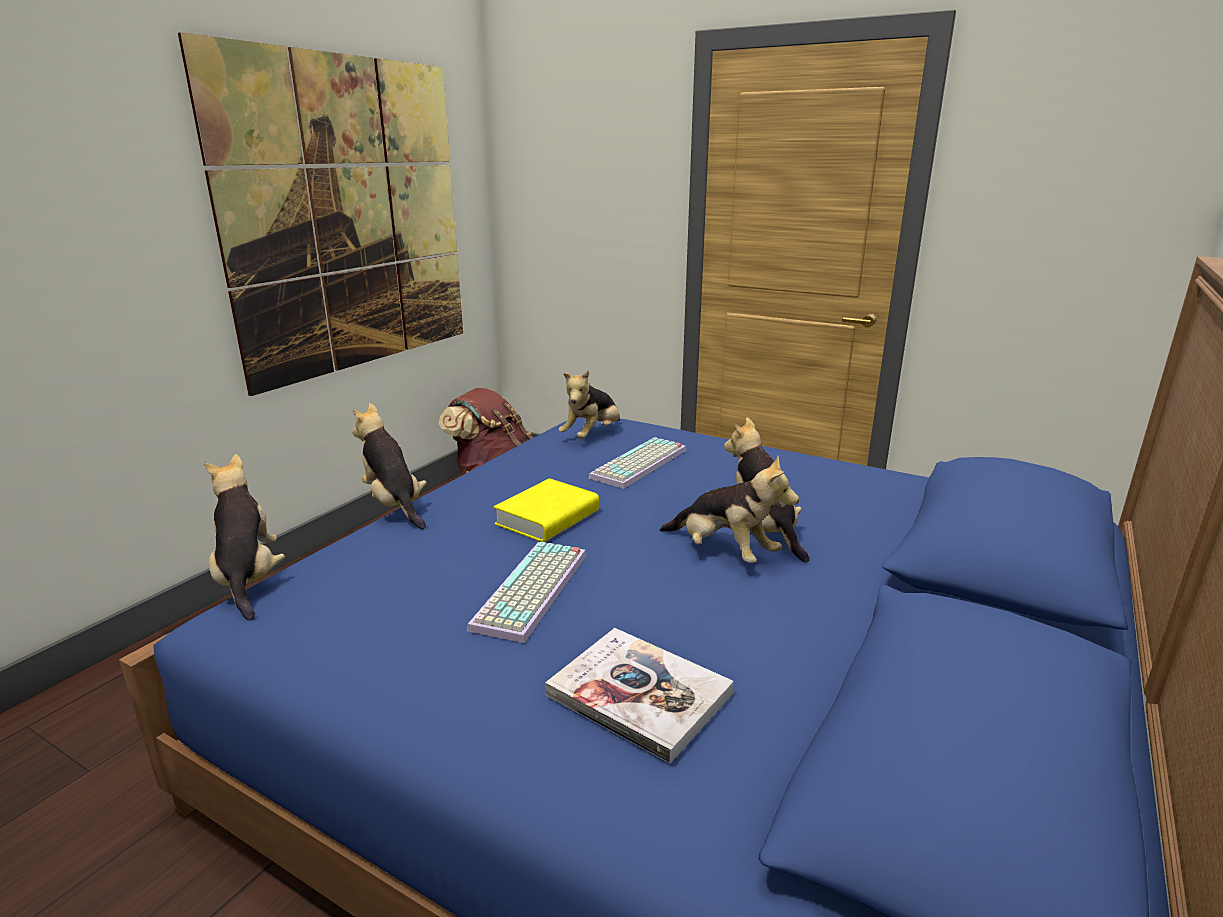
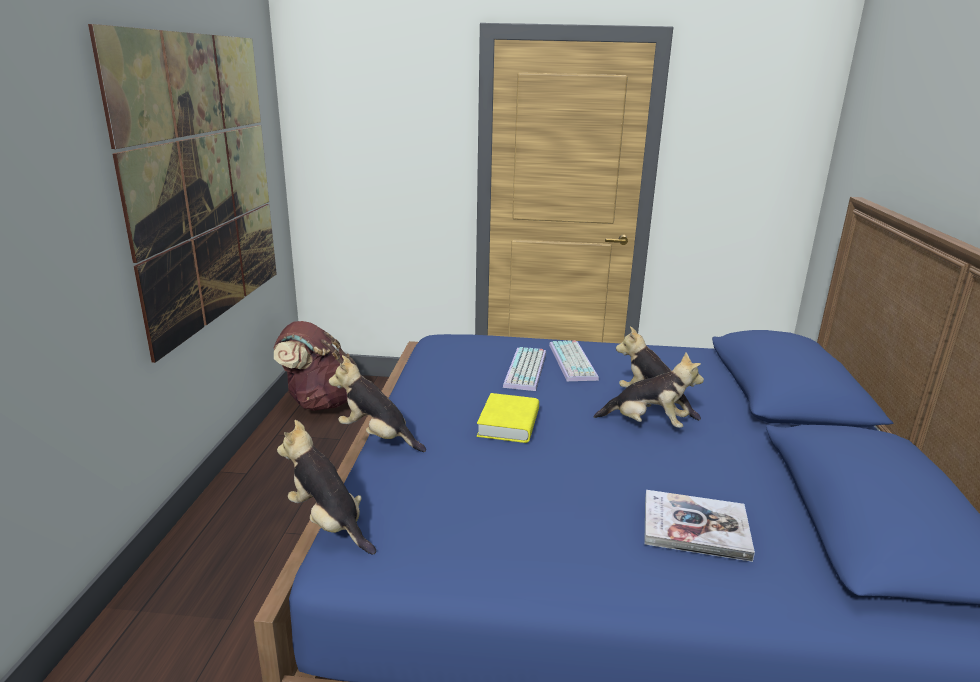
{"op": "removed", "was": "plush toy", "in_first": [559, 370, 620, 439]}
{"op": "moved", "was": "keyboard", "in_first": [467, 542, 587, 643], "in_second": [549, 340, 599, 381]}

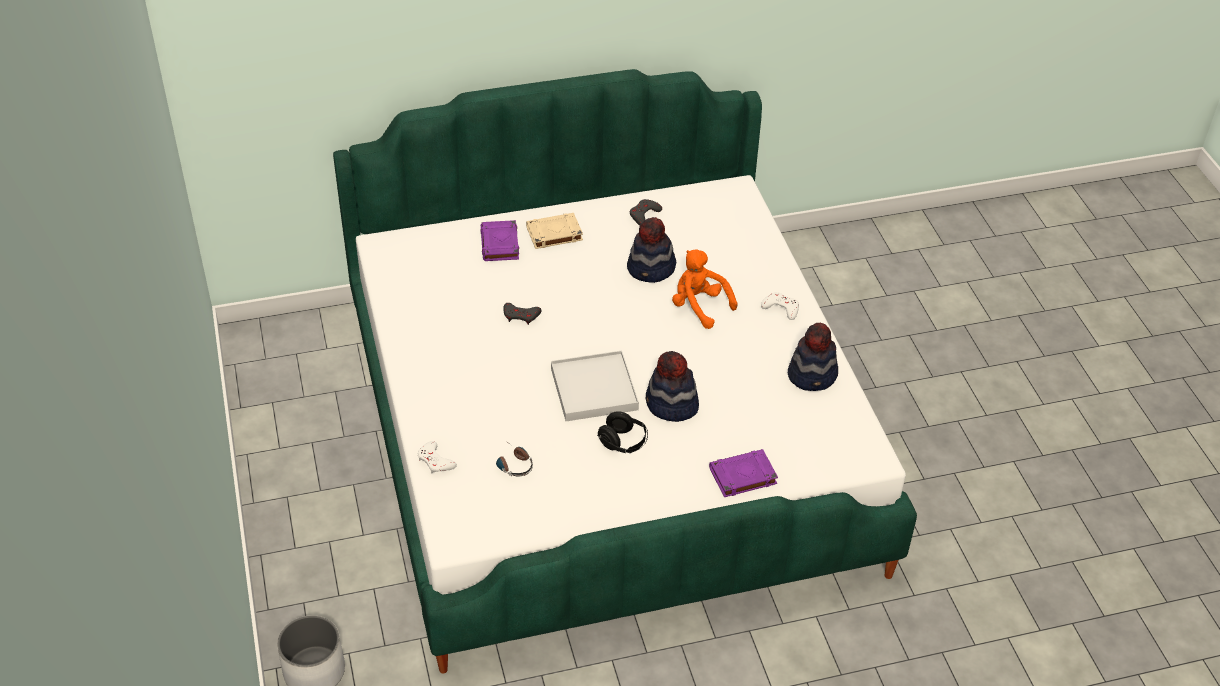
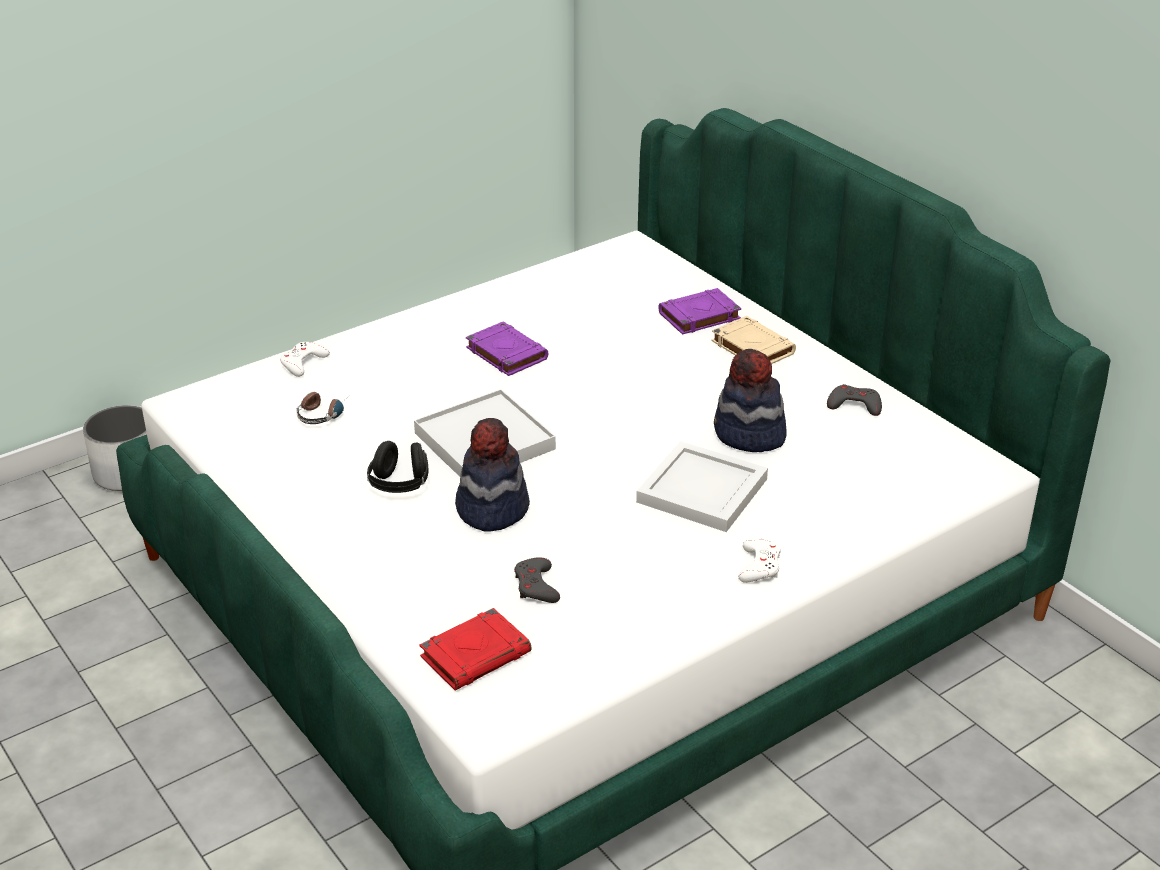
{"op": "replaced", "was": "plush toy (orange)", "now": "tray (white)", "in_first": [672, 249, 738, 329], "in_second": [636, 441, 768, 532]}
{"op": "moved", "was": "game controller (grey)", "in_first": [503, 303, 542, 325], "in_second": [514, 557, 560, 603]}
{"op": "removed", "was": "hat", "in_first": [788, 322, 838, 391]}
{"op": "moved", "was": "book (purple)", "in_first": [709, 449, 778, 497], "in_second": [466, 322, 549, 376]}
{"op": "added", "now": "book (red)", "in_second": [420, 608, 531, 691]}

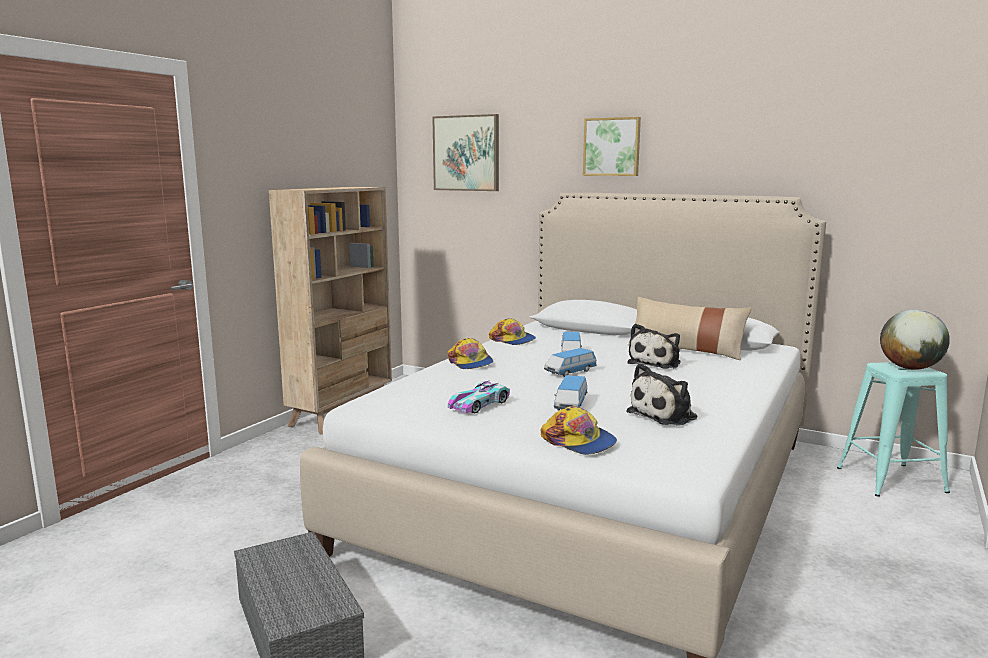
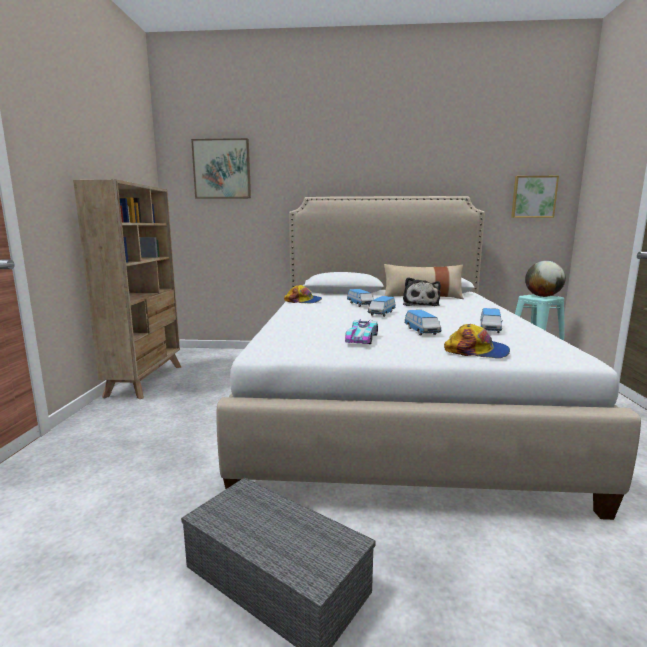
{"op": "moved", "was": "picture", "in_first": [583, 117, 641, 176], "in_second": [511, 176, 559, 218]}
{"op": "removed", "was": "cap", "in_first": [448, 338, 493, 369]}
{"op": "replaced", "was": "plush toy", "now": "toy car", "in_first": [626, 363, 698, 426], "in_second": [480, 308, 503, 333]}

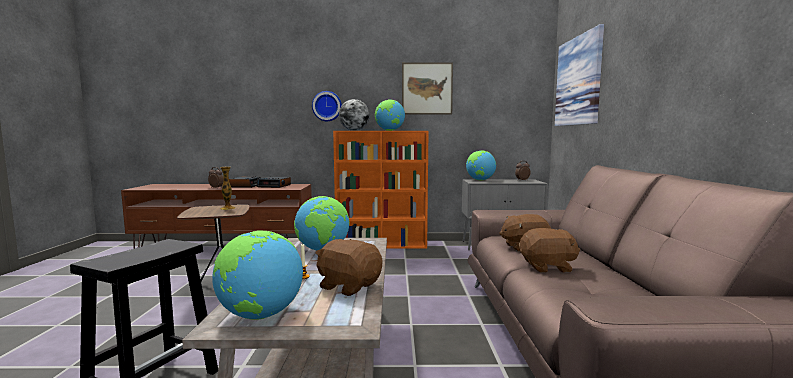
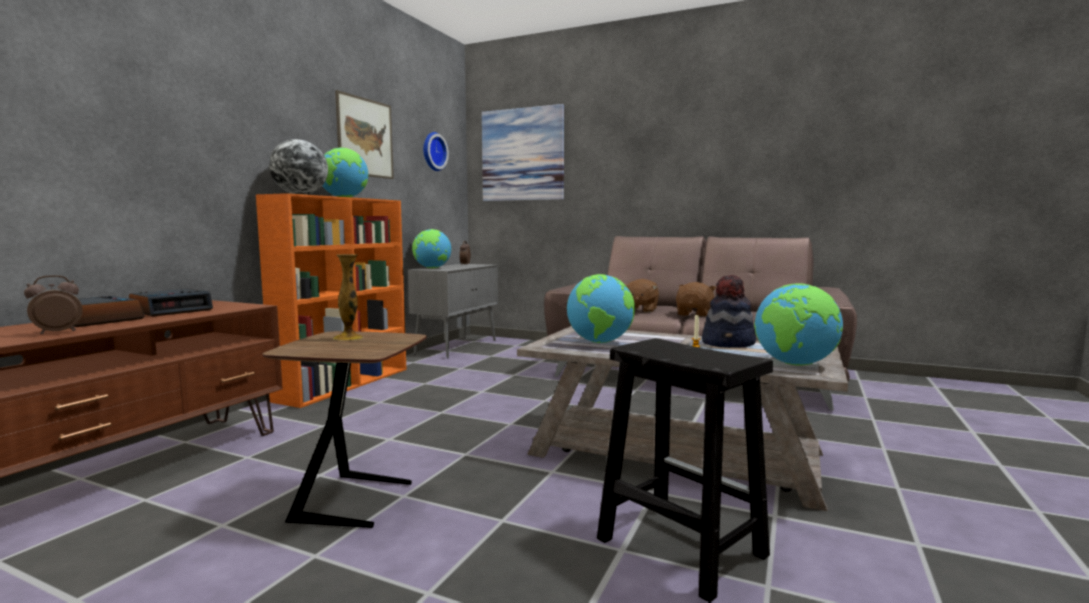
{"op": "moved", "was": "wall clock", "in_first": [312, 91, 342, 121], "in_second": [423, 132, 449, 171]}
{"op": "replaced", "was": "plush toy (brown)", "now": "hat", "in_first": [315, 239, 382, 296], "in_second": [702, 275, 756, 348]}

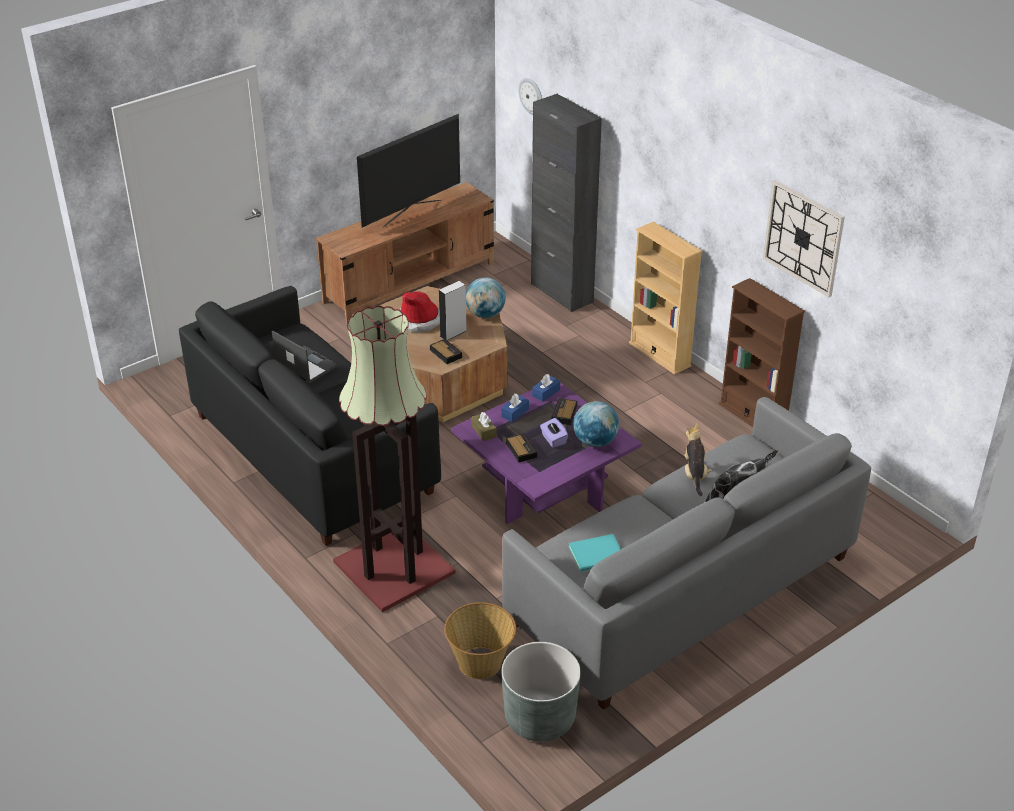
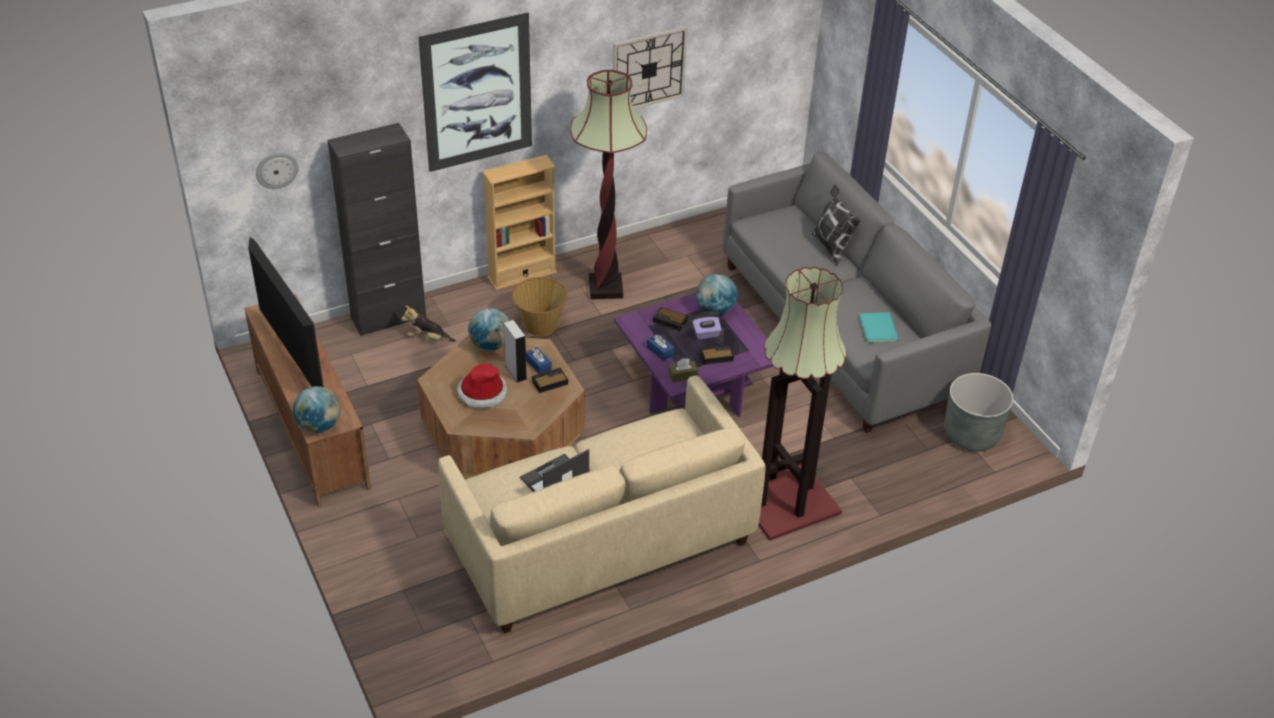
{"op": "removed", "was": "bookcase (brown)", "in_first": [719, 278, 805, 427]}
{"op": "recoloured", "was": "sofa (black)", "now": "sofa (beige)", "in_first": [179, 286, 441, 546], "in_second": [438, 376, 766, 634]}
{"op": "moved", "was": "tissue box (blue)", "in_first": [532, 374, 560, 402], "in_second": [526, 347, 552, 374]}
{"op": "moved", "was": "plush toy", "in_first": [685, 423, 712, 496], "in_second": [401, 306, 456, 342]}
{"op": "moved", "was": "basket", "in_first": [444, 602, 516, 679], "in_second": [512, 277, 568, 336]}
{"op": "added", "now": "picture", "in_second": [418, 12, 532, 172]}
{"op": "added", "now": "floor lamp", "in_second": [570, 70, 647, 299]}
{"op": "added", "now": "globe", "in_second": [293, 386, 340, 433]}

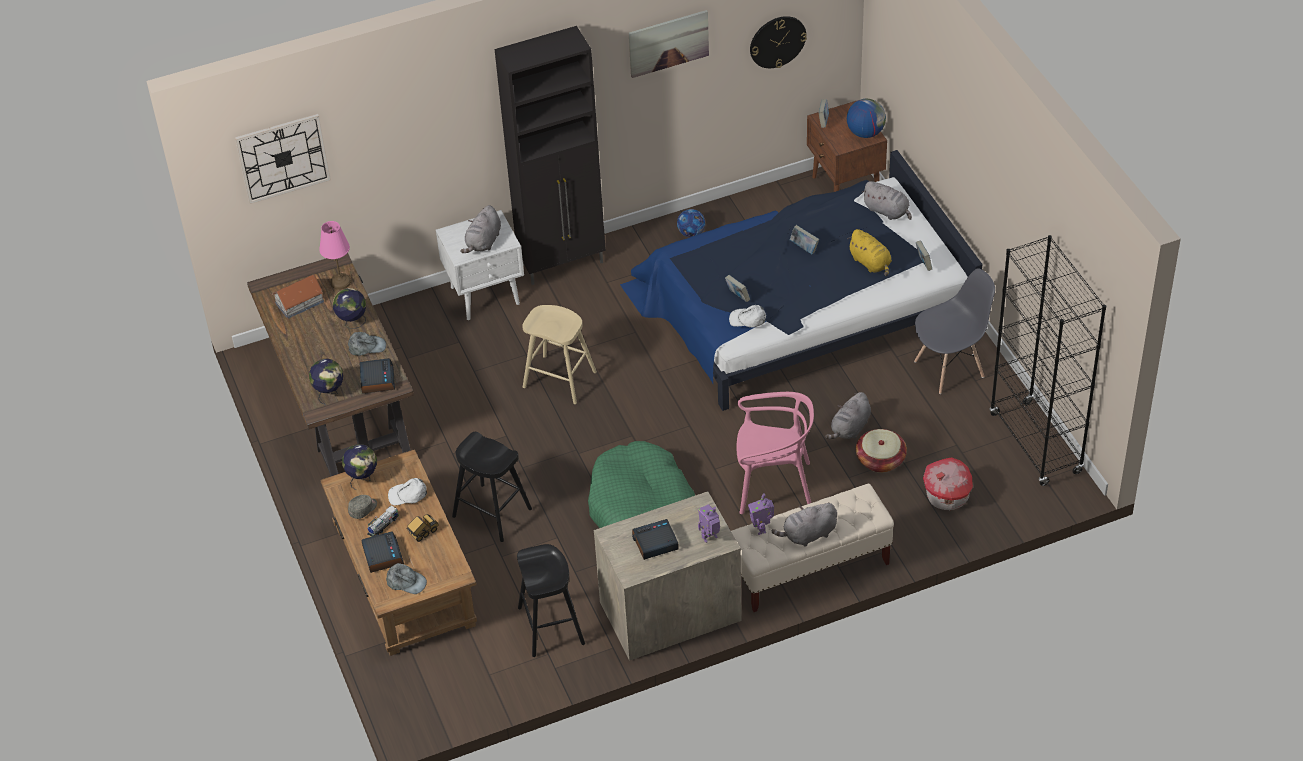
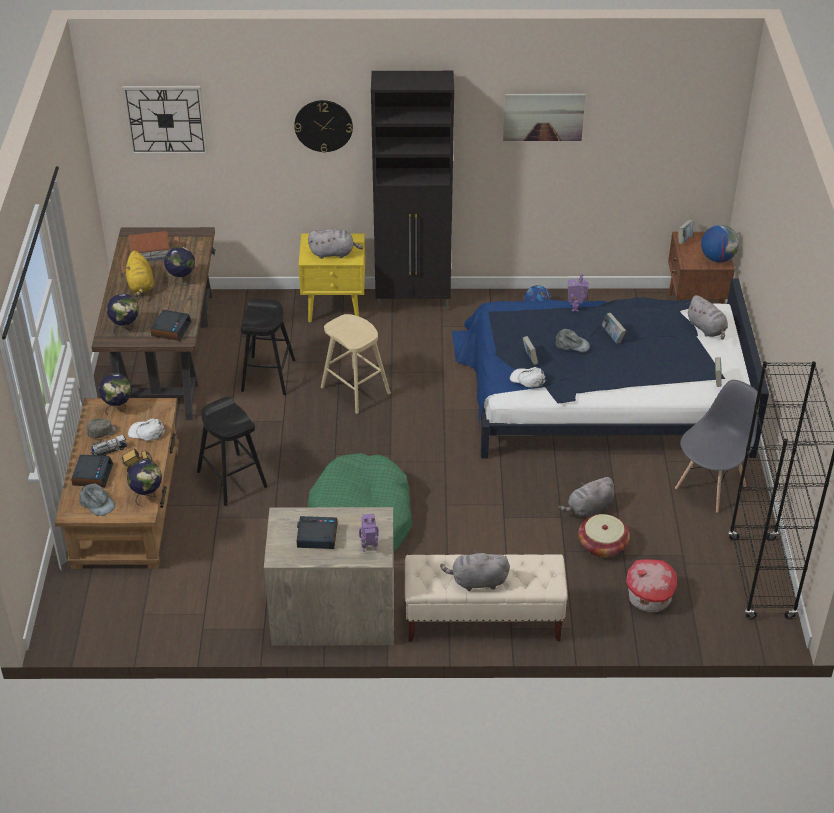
{"op": "moved", "was": "wall clock", "in_first": [750, 16, 807, 68], "in_second": [294, 100, 353, 153]}
{"op": "turned", "was": "plush toy (grey)", "in_first": [460, 205, 501, 253], "in_second": [308, 229, 363, 259], "clockwise": -135}
{"op": "recoloured", "was": "nightstand (white)", "now": "nightstand (yellow)", "in_first": [436, 210, 524, 320], "in_second": [298, 233, 365, 322]}
{"op": "removed", "was": "table lamp (pink)", "in_first": [319, 221, 351, 290]}
{"op": "moved", "was": "plush toy (yellow)", "in_first": [847, 229, 892, 276], "in_second": [126, 251, 154, 297]}
{"op": "turned", "was": "chair (grey)", "in_first": [914, 268, 995, 394], "in_second": [675, 380, 760, 513], "clockwise": -45}
{"op": "moved", "was": "cap (grey)", "in_first": [348, 332, 386, 356], "in_second": [555, 329, 590, 352]}
{"op": "removed", "was": "chair (pink)", "in_first": [736, 392, 814, 514]}
{"op": "moved", "was": "toy robot", "in_first": [748, 493, 774, 535], "in_second": [568, 273, 588, 312]}
{"op": "moved", "was": "stool (black)", "in_first": [517, 544, 585, 657], "in_second": [240, 299, 296, 395]}
{"op": "added", "now": "globe", "in_second": [127, 460, 162, 507]}

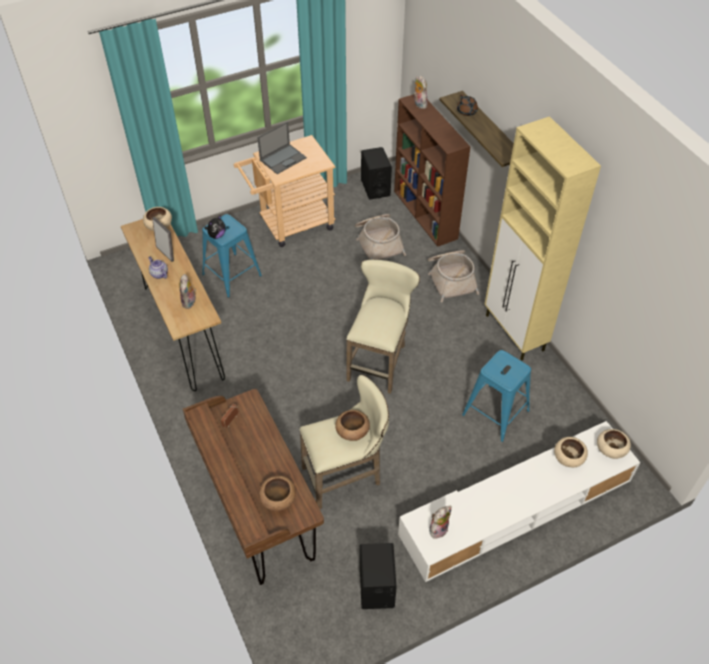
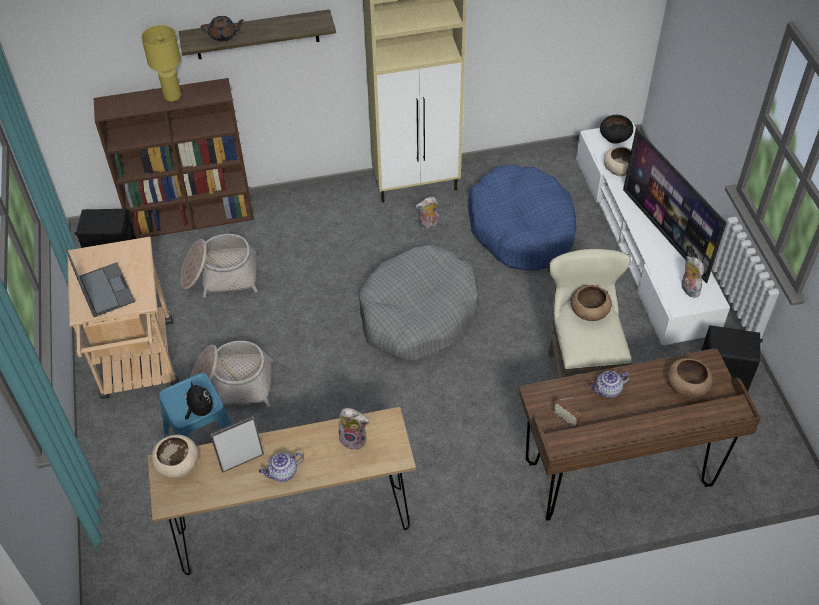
{"op": "moved", "was": "plush toy", "in_first": [414, 76, 428, 109], "in_second": [415, 197, 439, 231]}
{"op": "moved", "was": "basket", "in_first": [428, 250, 479, 302], "in_second": [191, 341, 273, 407]}
{"op": "replaced", "was": "stool (beige)", "now": "dog bed (grey)", "in_first": [346, 260, 420, 394], "in_second": [358, 245, 479, 361]}
{"op": "replaced", "was": "stool (blue)", "now": "dog bed (blue)", "in_first": [462, 350, 531, 442], "in_second": [468, 165, 576, 271]}
{"op": "recoloured", "was": "bowl (beige)", "now": "bowl (black)", "in_first": [597, 429, 631, 459], "in_second": [600, 115, 633, 143]}
{"op": "added", "now": "table lamp (yellow)", "in_second": [141, 25, 181, 102]}
{"op": "added", "now": "television", "in_second": [623, 128, 727, 283]}
{"op": "added", "now": "teapot", "in_second": [590, 371, 630, 398]}

